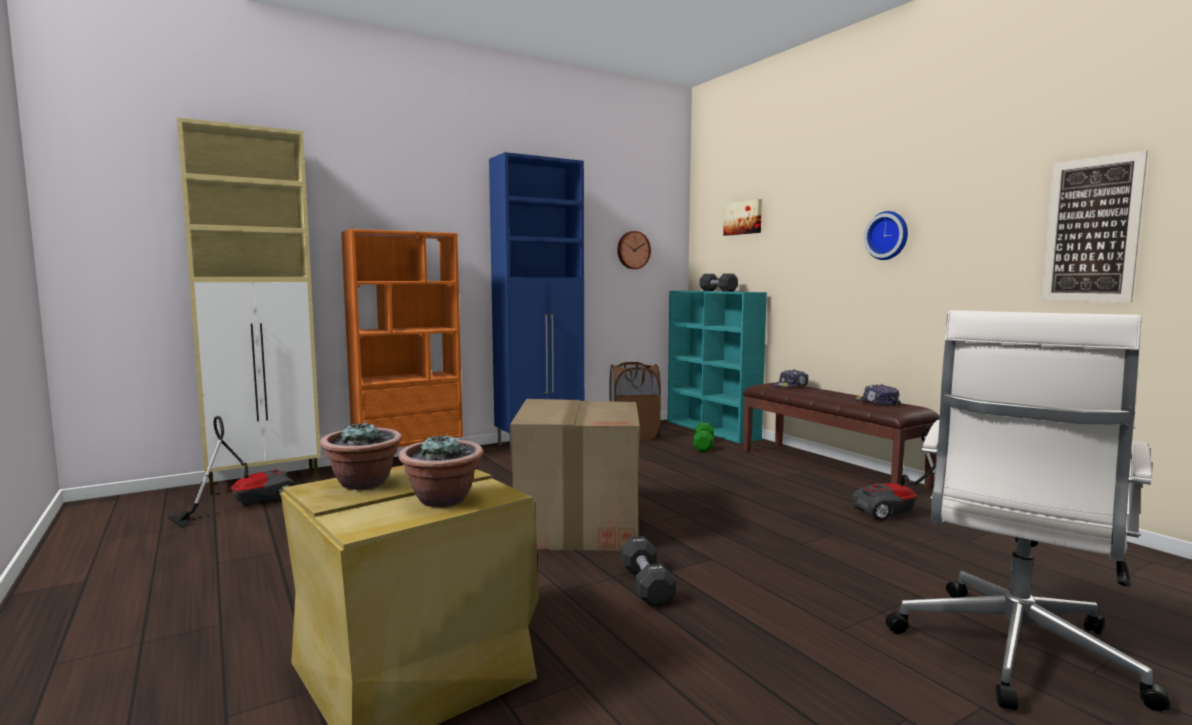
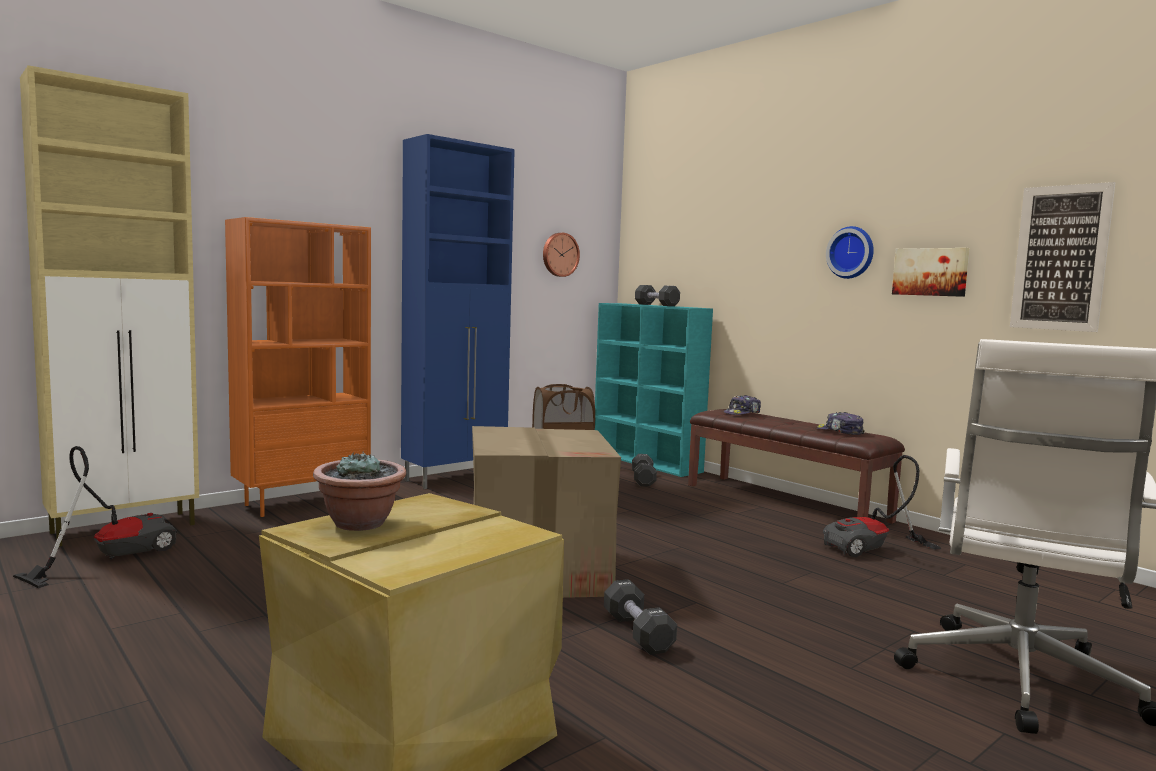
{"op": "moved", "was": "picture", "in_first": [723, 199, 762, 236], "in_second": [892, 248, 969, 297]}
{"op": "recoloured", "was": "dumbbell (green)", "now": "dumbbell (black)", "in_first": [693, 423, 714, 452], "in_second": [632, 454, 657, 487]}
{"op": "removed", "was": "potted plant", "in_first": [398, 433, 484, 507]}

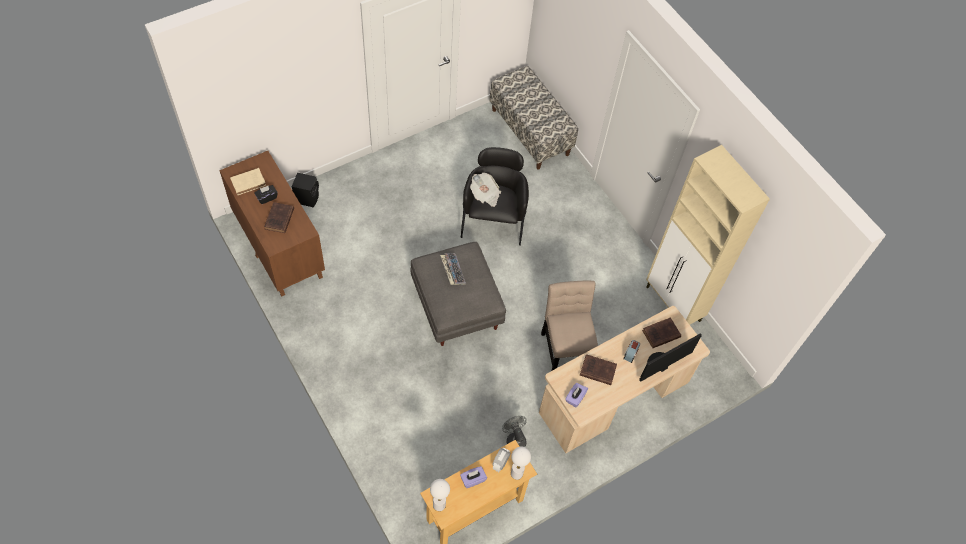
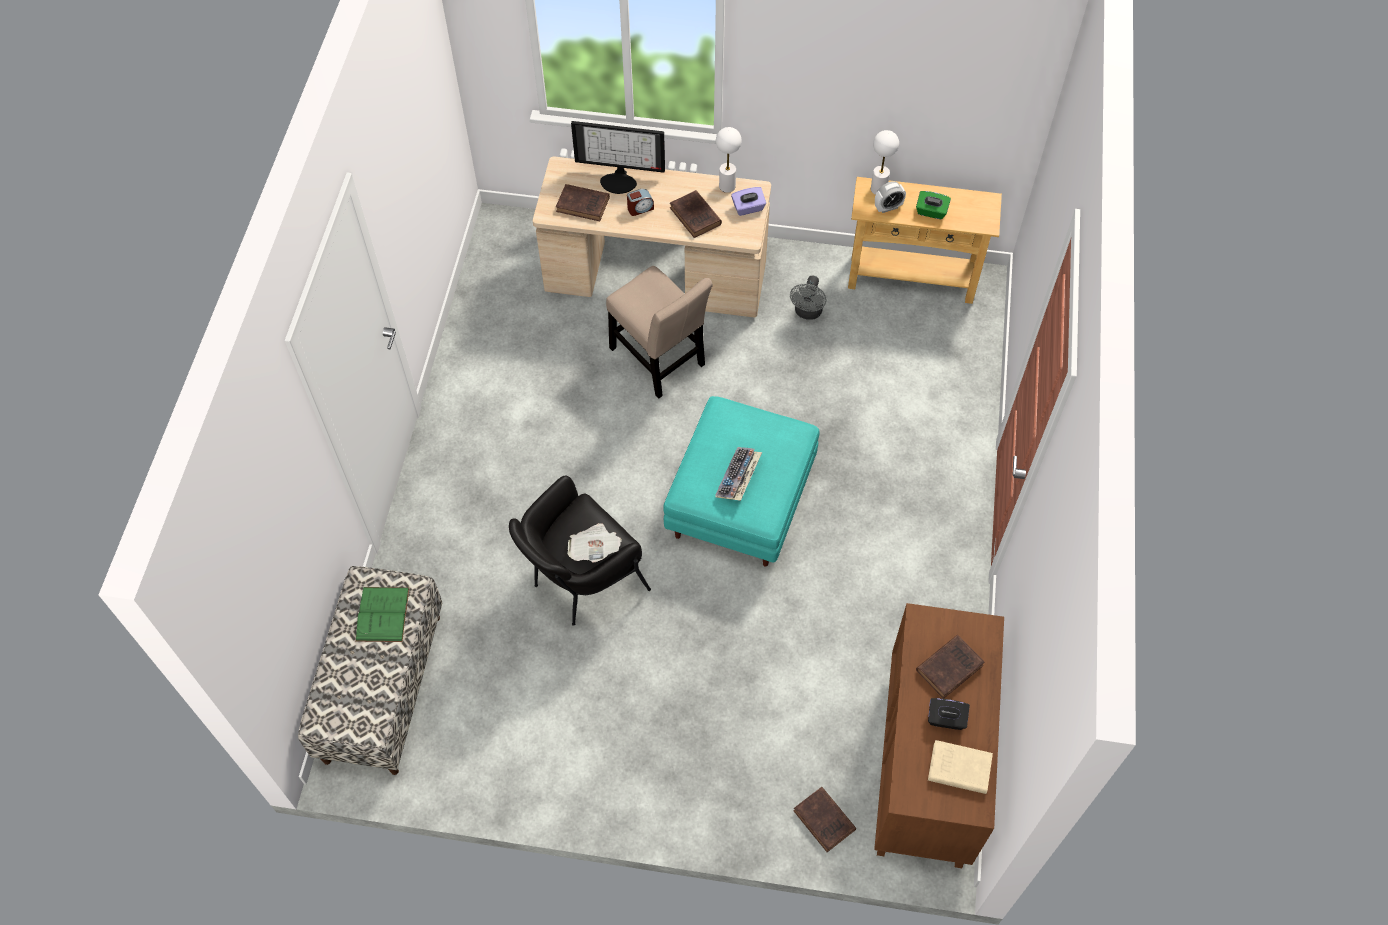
{"op": "removed", "was": "cabinet (beige)", "in_first": [646, 145, 770, 325]}
{"op": "replaced", "was": "speaker (black)", "now": "book (brown)", "in_first": [292, 173, 319, 207], "in_second": [793, 787, 856, 852]}
{"op": "recoloured", "was": "ottoman (grey)", "now": "ottoman (turquoise)", "in_first": [411, 242, 506, 346], "in_second": [663, 396, 820, 567]}
{"op": "turned", "was": "chair (beige)", "in_first": [541, 280, 598, 371], "in_second": [606, 266, 713, 398], "clockwise": -75}
{"op": "recoloured", "was": "tissue box (purple)", "now": "tissue box (green)", "in_first": [460, 466, 487, 488], "in_second": [916, 191, 951, 219]}
{"op": "moved", "was": "table lamp (white)", "in_first": [430, 479, 450, 511], "in_second": [716, 127, 742, 193]}
{"op": "added", "now": "book (green)", "in_second": [355, 587, 409, 642]}

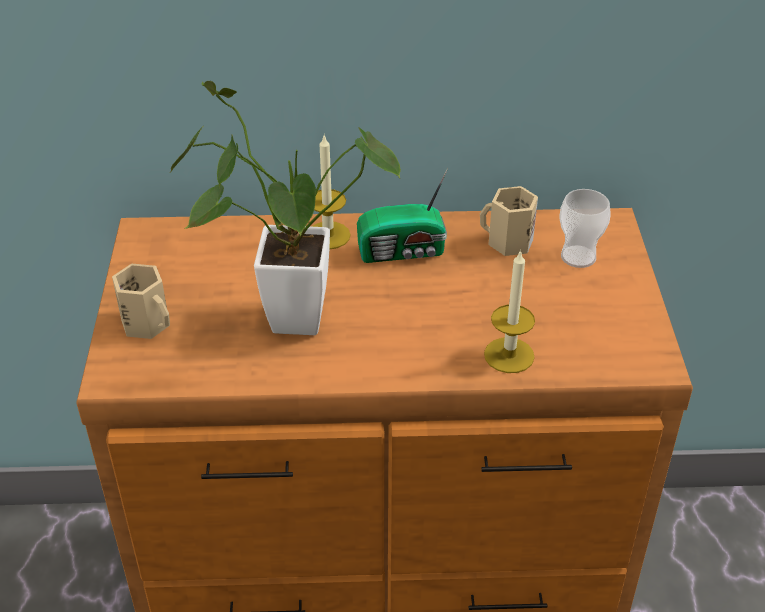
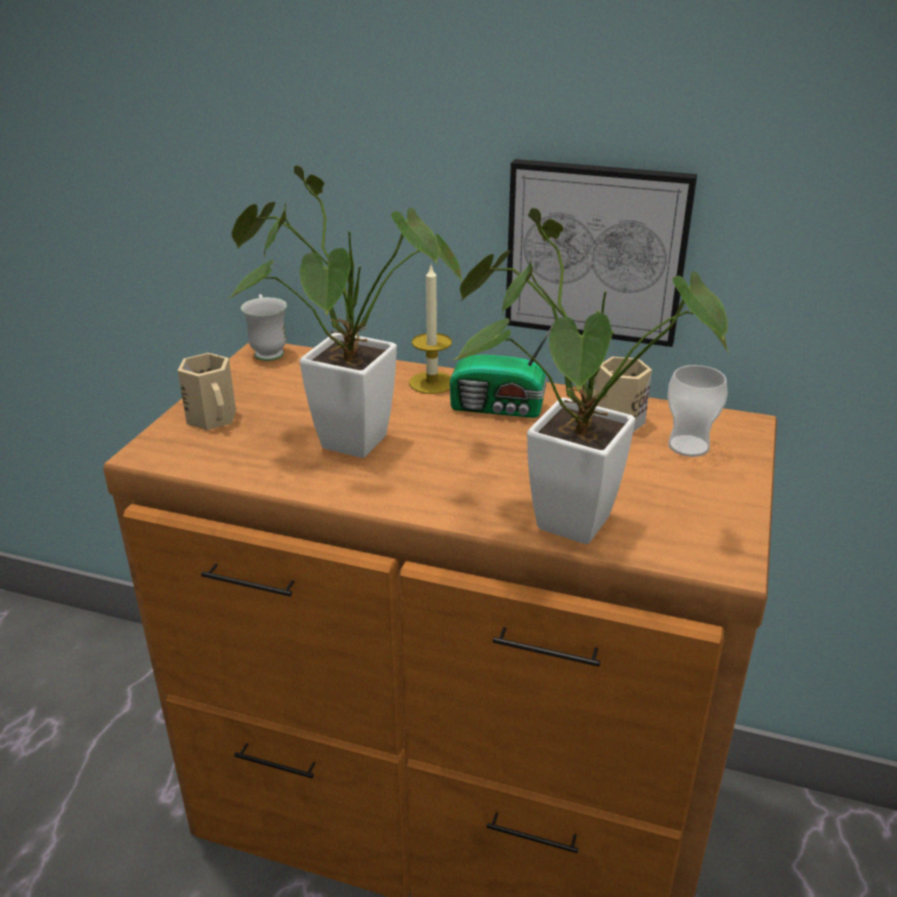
{"op": "replaced", "was": "candle", "now": "potted plant", "in_first": [484, 249, 535, 373], "in_second": [454, 208, 730, 544]}
{"op": "added", "now": "picture", "in_second": [505, 159, 697, 347]}
{"op": "added", "now": "mug (white)", "in_second": [241, 294, 287, 361]}

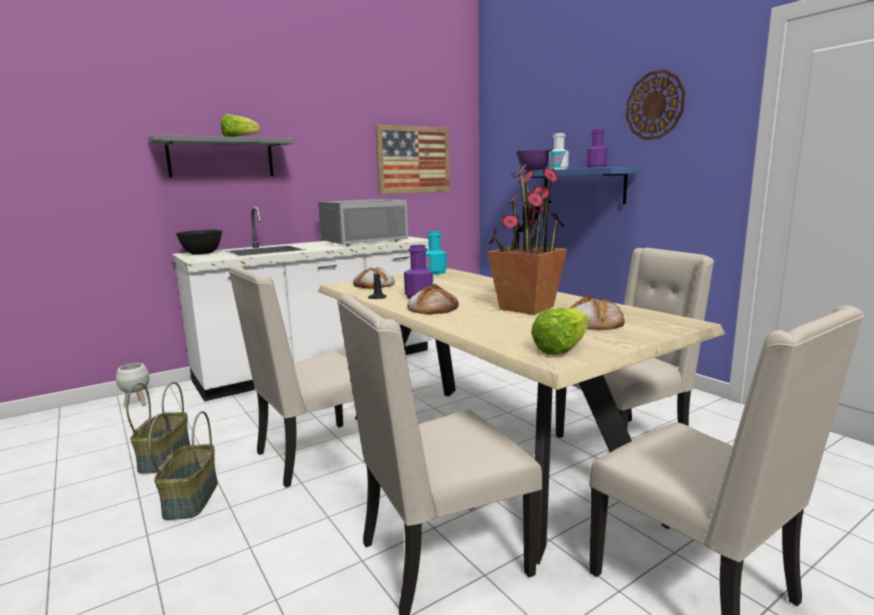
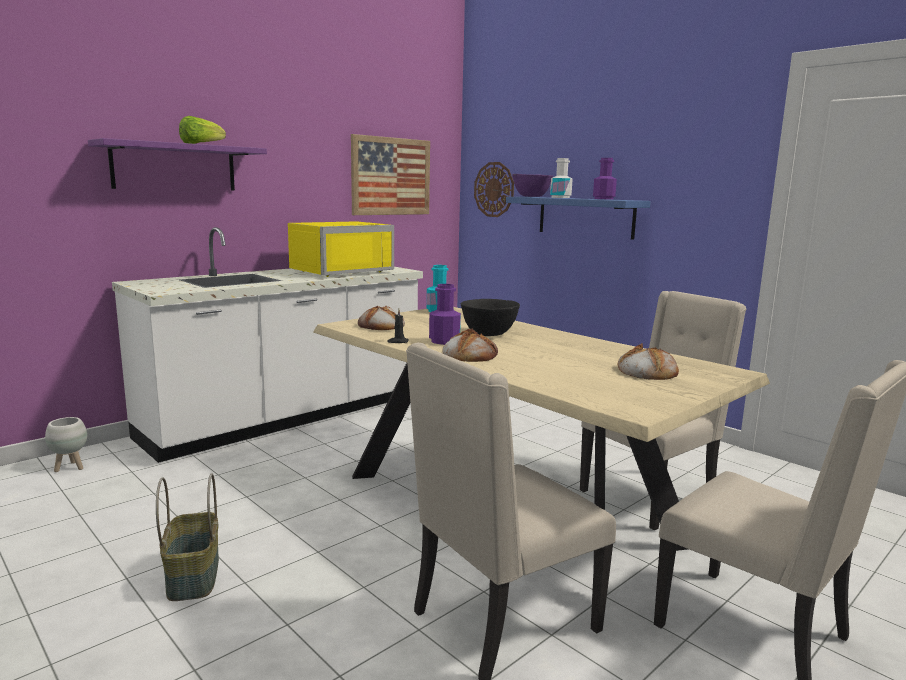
{"op": "moved", "was": "wall clock", "in_first": [626, 69, 685, 140], "in_second": [474, 162, 514, 217]}
{"op": "recoloured", "was": "shelf (grey)", "now": "shelf (purple)", "in_first": [148, 135, 295, 178], "in_second": [88, 138, 267, 191]}
{"op": "removed", "was": "potted plant", "in_first": [487, 164, 567, 315]}
{"op": "recoloured", "was": "microwave (grey)", "now": "microwave (yellow)", "in_first": [318, 199, 408, 246], "in_second": [288, 221, 394, 277]}
{"op": "moved", "was": "bowl (black)", "in_first": [176, 230, 222, 255], "in_second": [461, 299, 520, 336]}
{"op": "removed", "was": "chair (beige)", "in_first": [229, 266, 354, 487]}
{"op": "removed", "was": "lettuce", "in_first": [531, 308, 589, 355]}
{"op": "removed", "was": "basket", "in_first": [126, 382, 191, 474]}

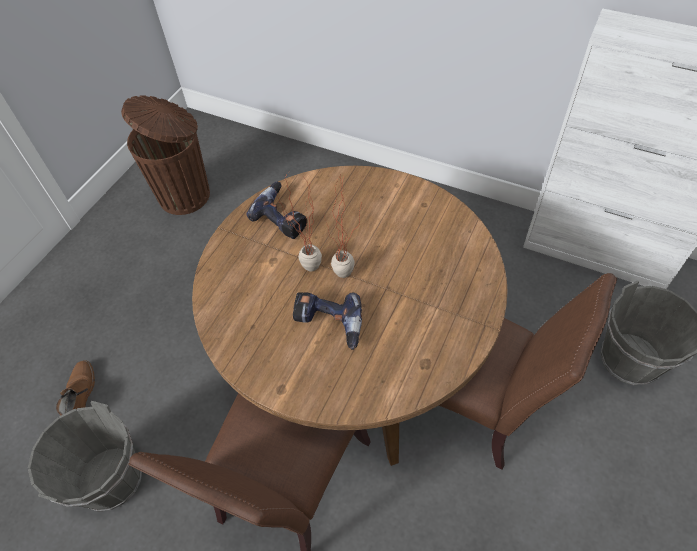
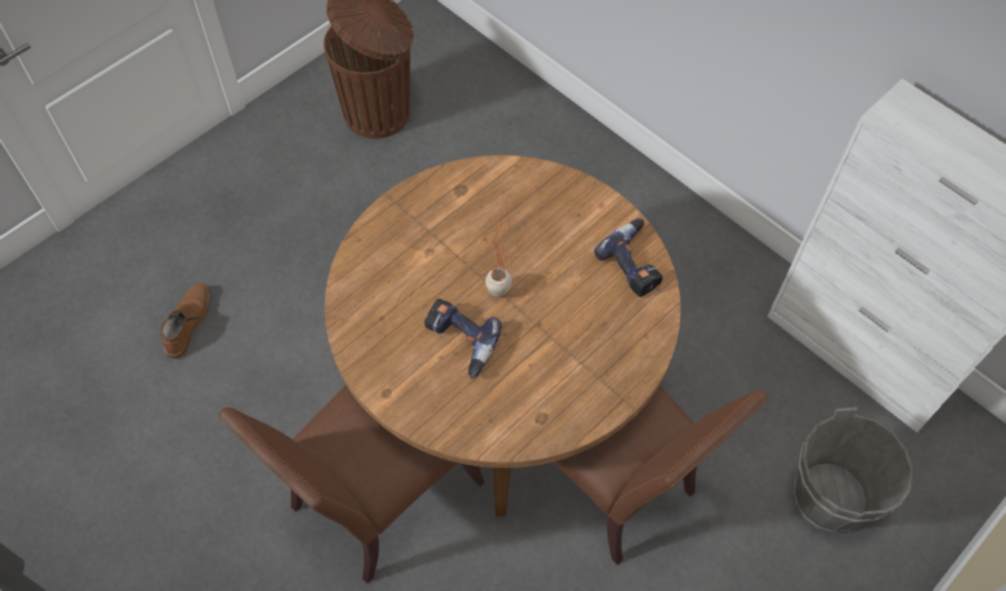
{"op": "removed", "was": "potted plant", "in_first": [274, 171, 322, 271]}
{"op": "moved", "was": "power drill", "in_first": [246, 182, 307, 239], "in_second": [594, 218, 663, 297]}
{"op": "removed", "was": "bucket (grey)", "in_first": [28, 401, 142, 512]}

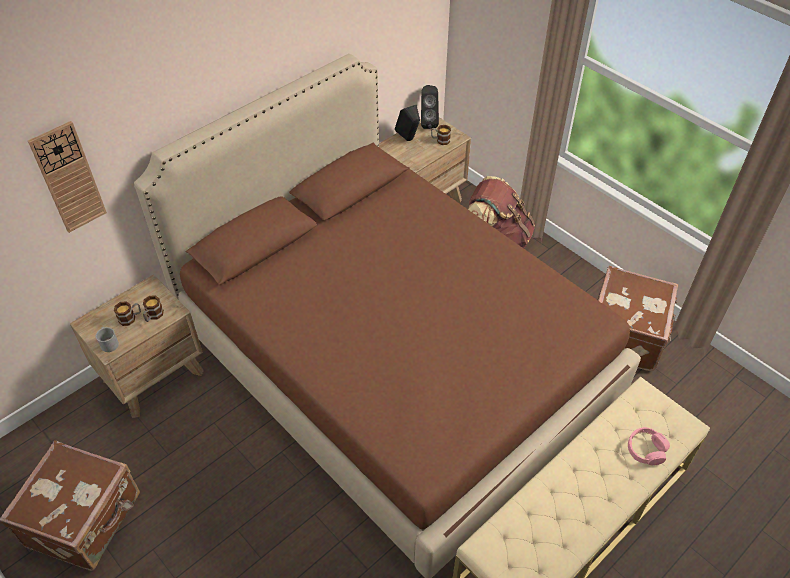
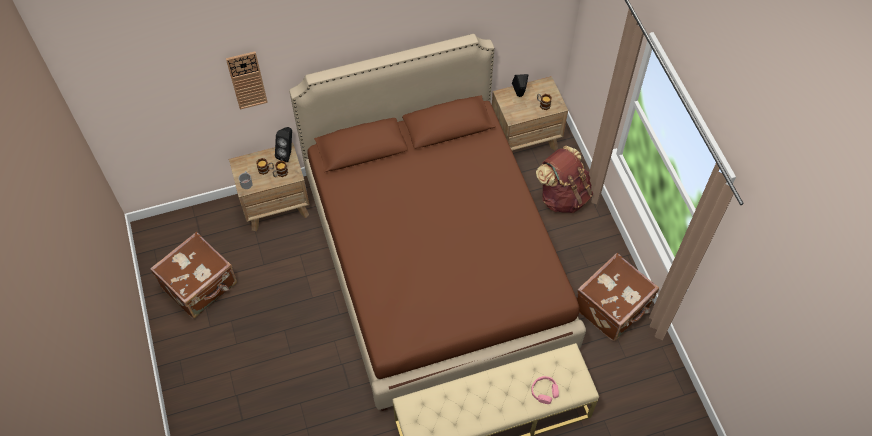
{"op": "moved", "was": "speaker (black)", "in_first": [421, 85, 439, 129], "in_second": [275, 127, 292, 162]}

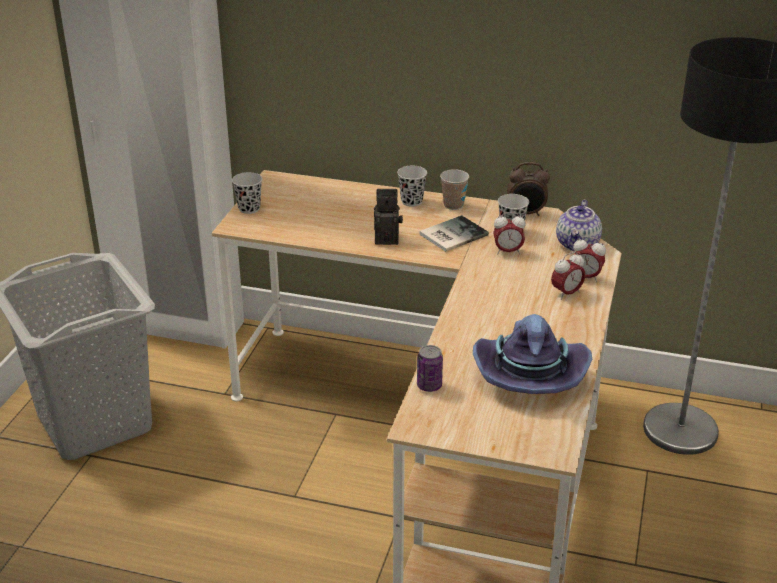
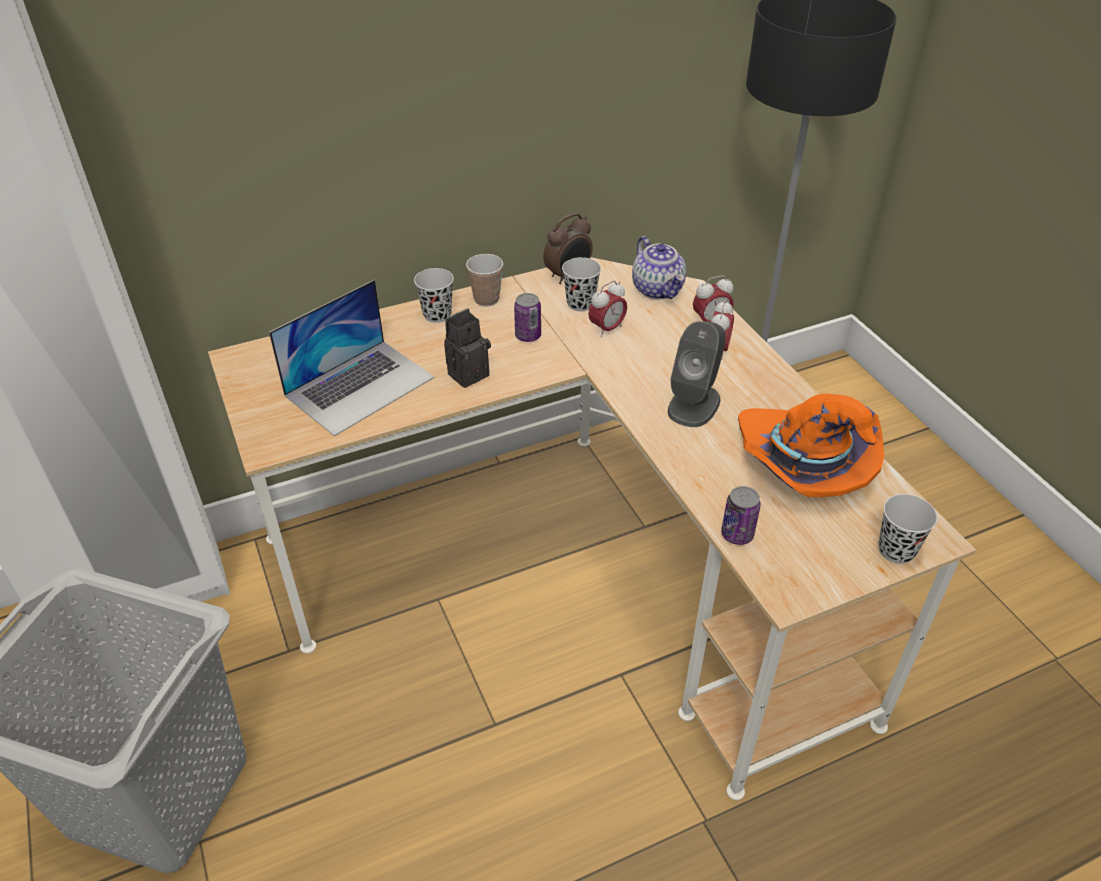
{"op": "moved", "was": "cup (black)", "in_first": [232, 172, 262, 214], "in_second": [878, 494, 938, 564]}
{"op": "replaced", "was": "book", "now": "can", "in_first": [419, 215, 489, 252], "in_second": [514, 293, 541, 342]}
{"op": "recoloured", "was": "hat (purple)", "now": "hat (orange)", "in_first": [473, 314, 592, 394], "in_second": [738, 394, 884, 497]}
{"op": "added", "now": "laptop", "in_second": [269, 280, 435, 436]}
{"op": "added", "now": "speaker (grey)", "in_second": [668, 321, 725, 427]}

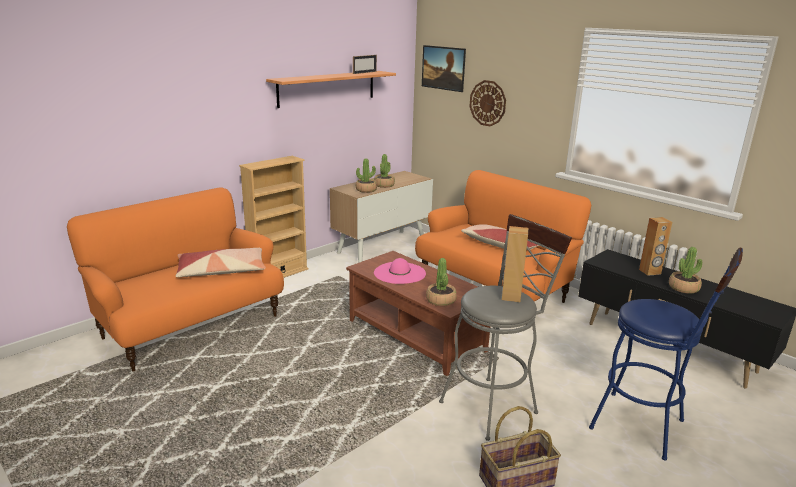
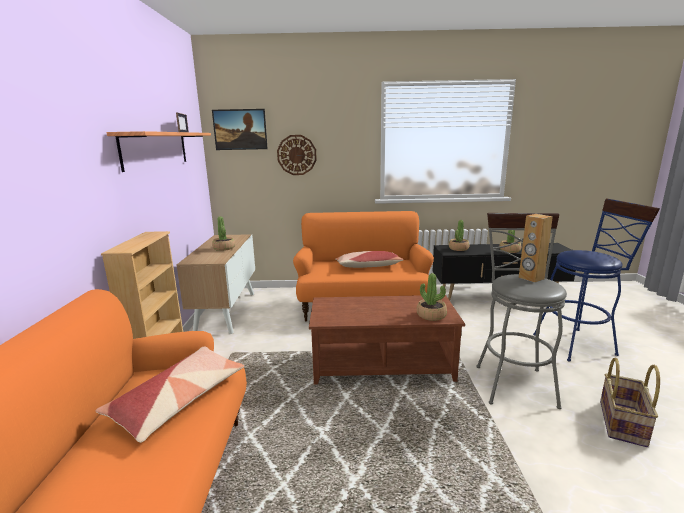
{"op": "moved", "was": "potted plant", "in_first": [356, 158, 377, 193], "in_second": [449, 220, 470, 251]}
{"op": "removed", "was": "speaker (brown)", "in_first": [639, 217, 672, 276]}
{"op": "removed", "was": "hat (pink)", "in_first": [374, 258, 426, 284]}

